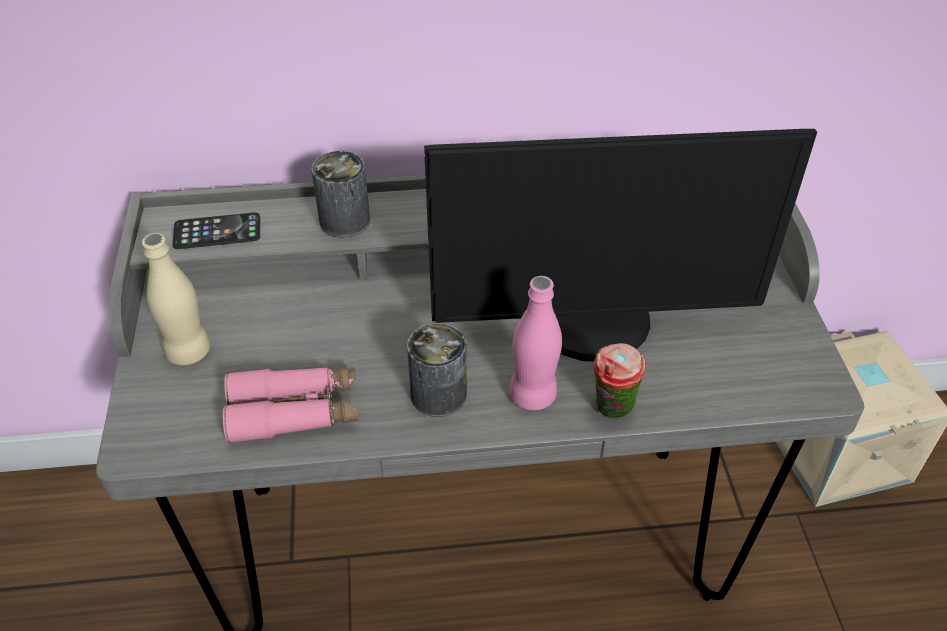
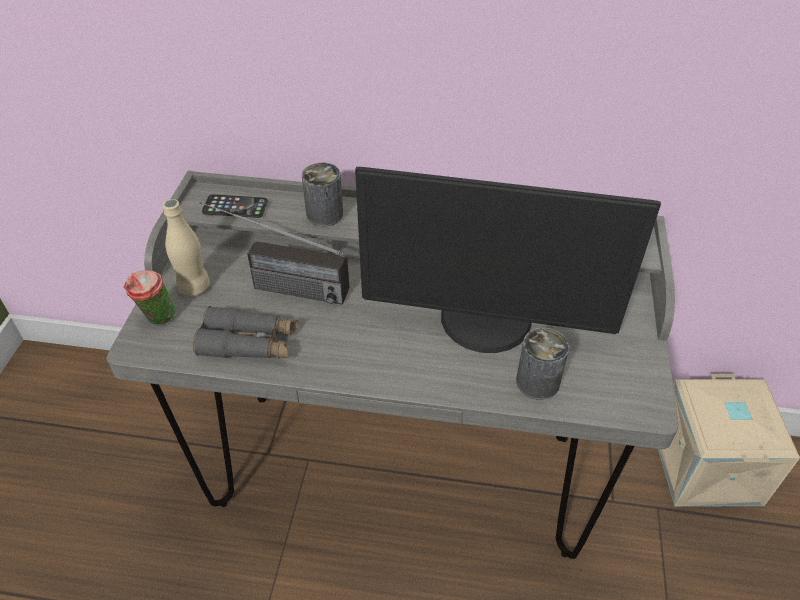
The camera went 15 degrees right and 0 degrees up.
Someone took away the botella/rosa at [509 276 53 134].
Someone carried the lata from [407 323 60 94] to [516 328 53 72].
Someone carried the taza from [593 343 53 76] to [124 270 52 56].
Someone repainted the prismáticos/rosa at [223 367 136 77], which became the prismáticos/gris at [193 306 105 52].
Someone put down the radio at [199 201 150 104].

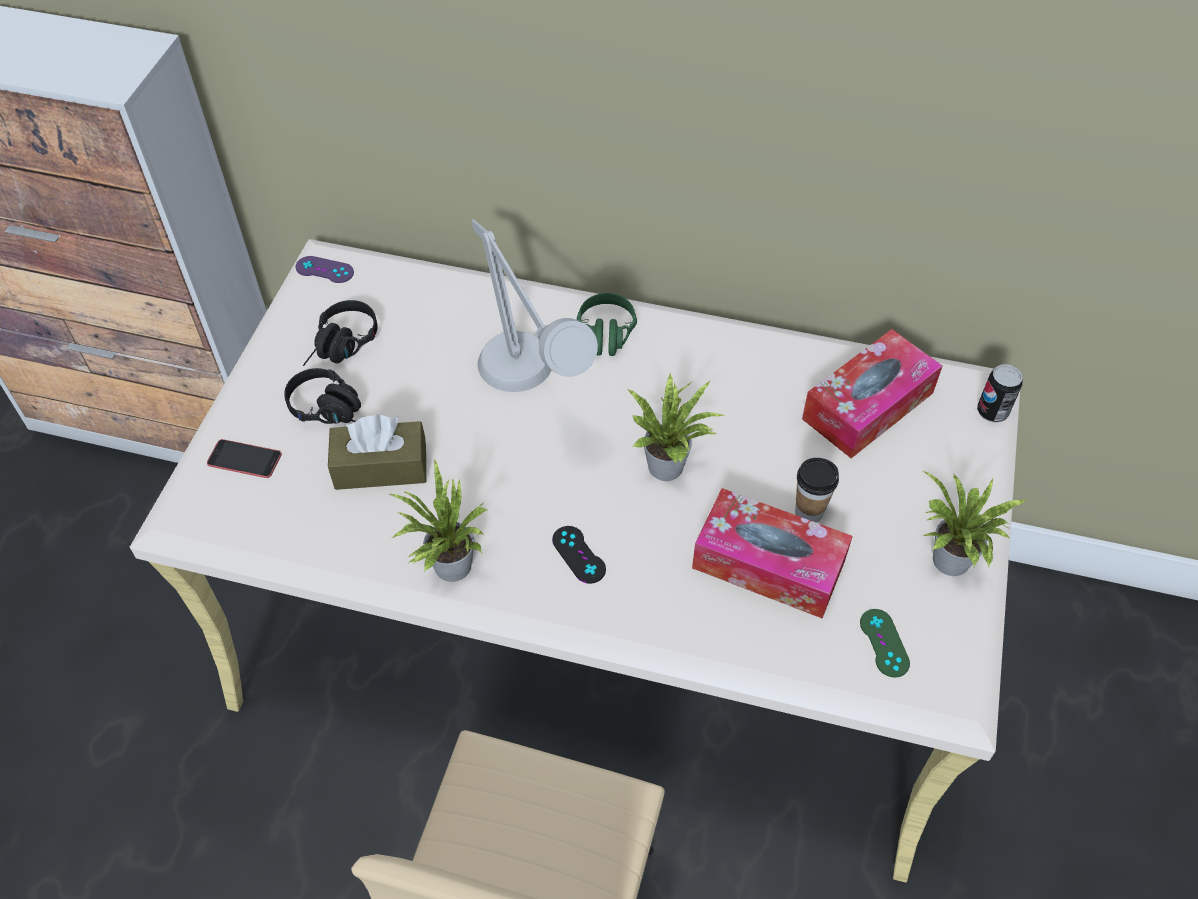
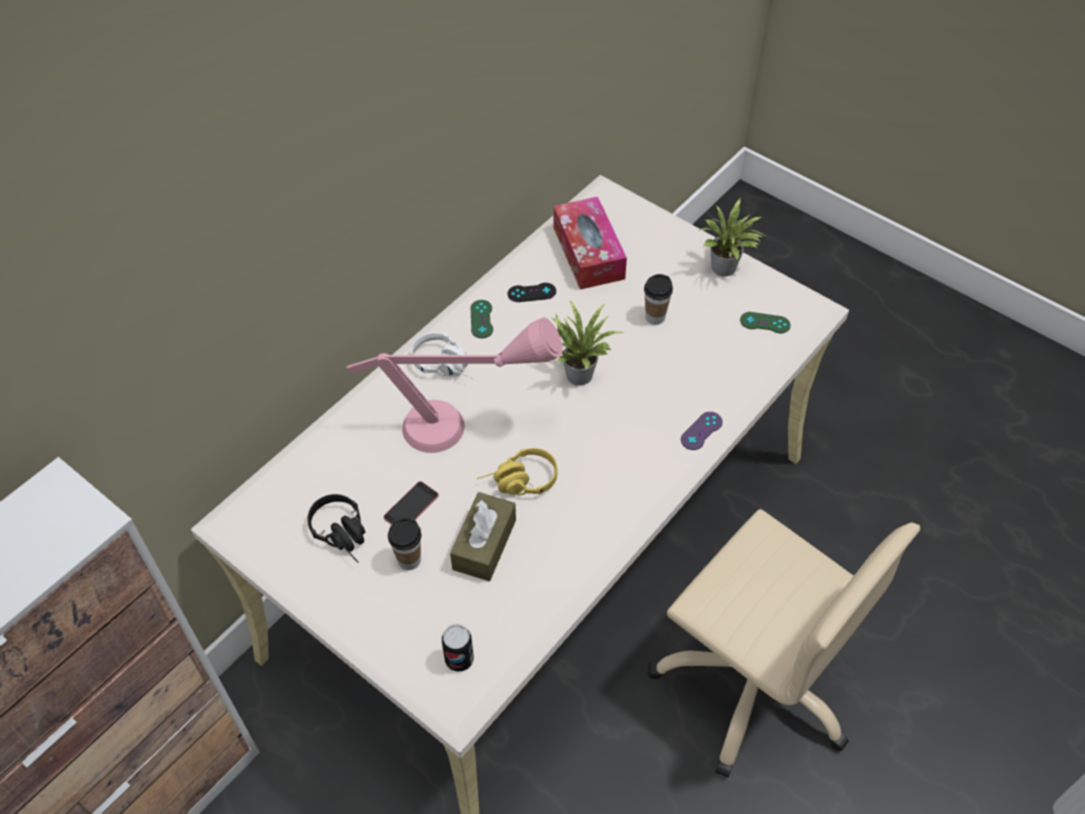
The camera went 65 degrees left and 0 degrees up.
Someone repainted the lámpara de mesa/gris at [471 219 127 173], which became the lámpara de mesa/rosa at [347 317 216 136].
Someone carried the mando de consola/morado from [295 256 59 27] to [681 412 42 38].
Someone repainted the auriculares/verde at [577 293 60 73], which became the auriculares/blanco at [411 333 63 46].
Someone carried the lata from [977 364 46 58] to [442 624 32 48].
Someone swapped the auriculares/negro at [284 368 77 56] for the taza at [388 518 33 52].
Someone carried the móvil from [207 439 75 39] to [384 481 55 44].
Someone took away the planta en maceta at [388 460 101 122].
Someone took away the caja de pañuelos at [692 488 161 130].
Someone carried the mando de consola/negro from [552 526 54 58] to [508 283 48 19].
Someone put down the mando de consola/verde at [470 300 23 38].
Someone put down the auriculares/amarillo at [477 448 81 47].

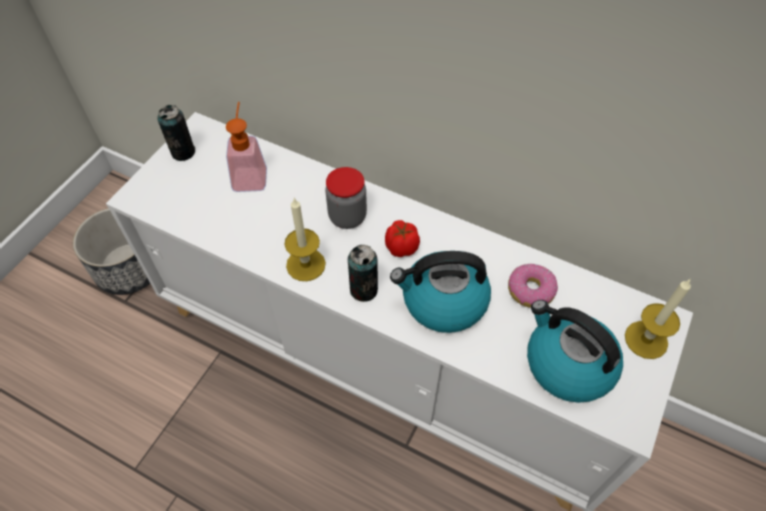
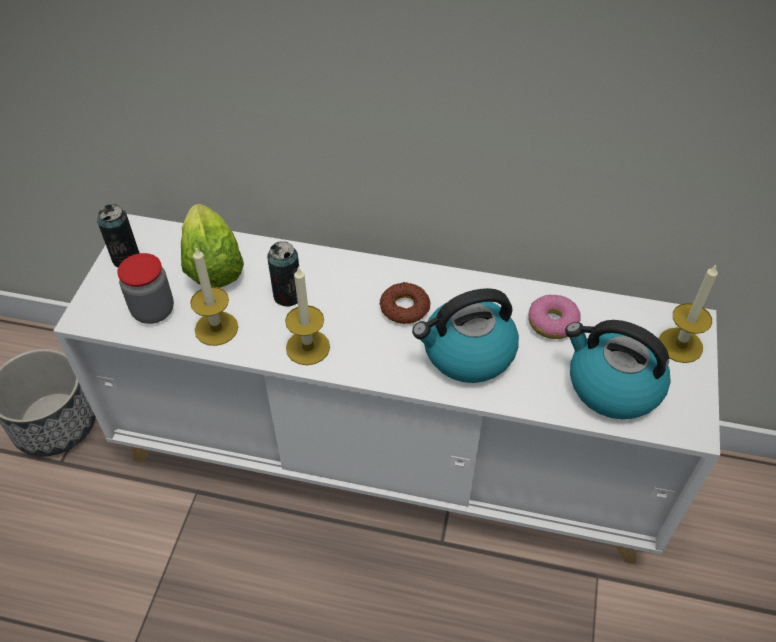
The camera went 15 degrees left and 5 degrees down.
Someone swapped the dispensador de jabón at [226 102 41 90] for the lechuga at [181 204 63 84].
Someone carried the tarro from [325 167 42 62] to [117 253 57 71].
Someone swapped the tomate at [385 220 35 37] for the rosquilla at [379 282 51 42].
Someone carried the lata from [348 245 30 57] to [267 241 32 65].
Someone put down the vela at [190 247 48 99].

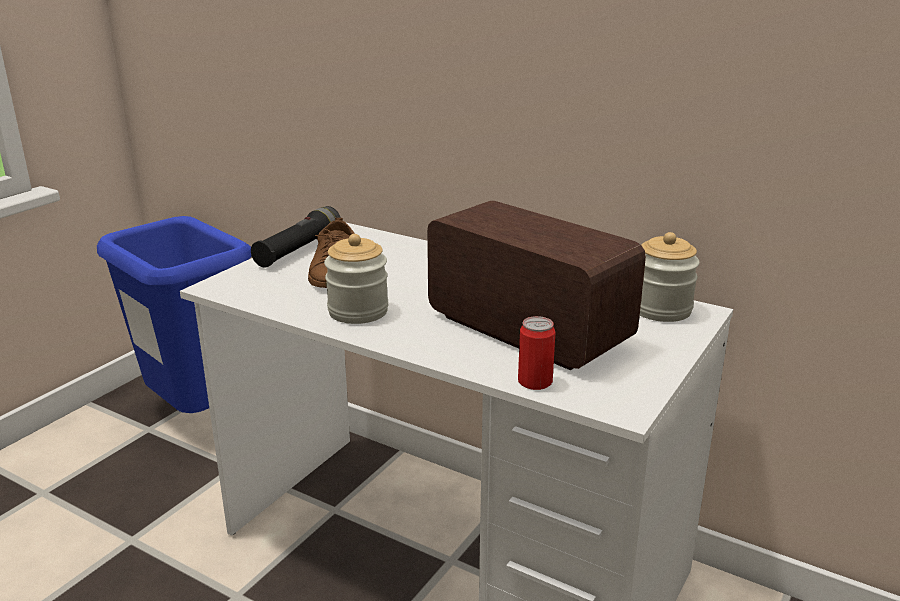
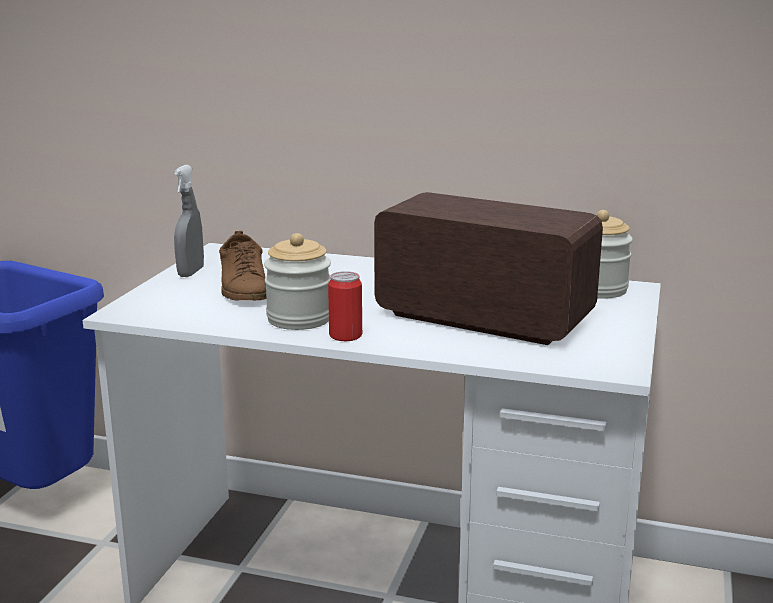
The camera went 15 degrees left and 5 degrees down.
Someone swapped the linterna/negro at [251 206 90 62] for the pulverizador/gris at [174 165 30 112].
Someone carried the lata from [518 316 37 74] to [328 271 34 70].

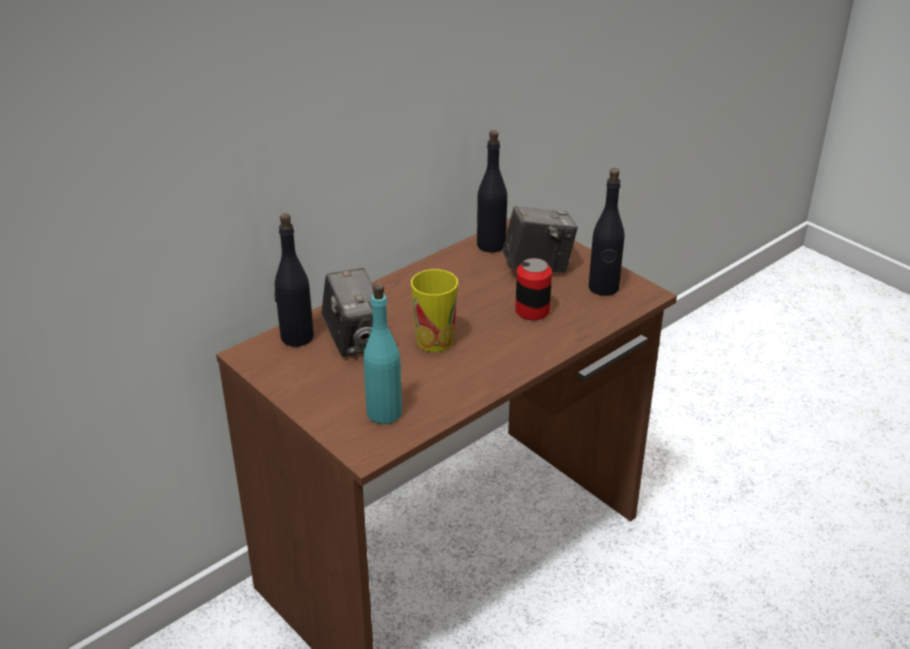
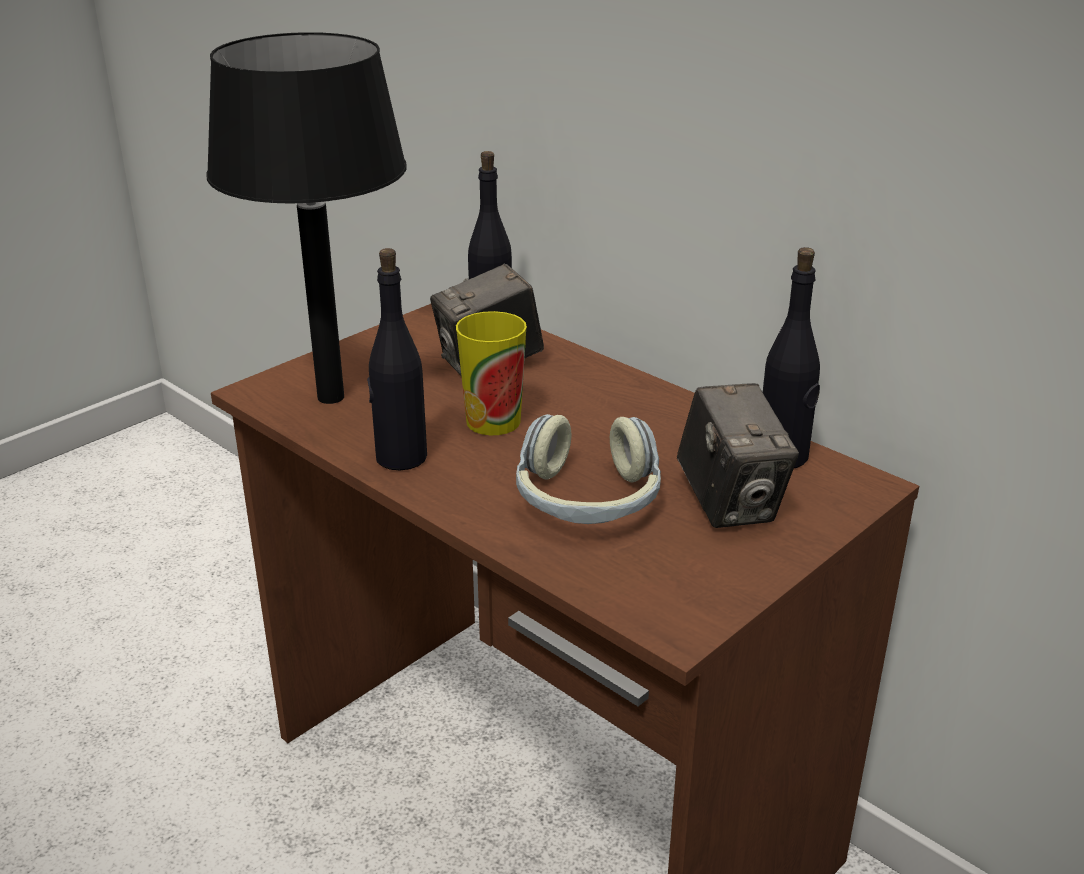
The camera went 85 degrees right and 5 degrees down.
Someone carried the botella/negro from [589 168 35 128] to [367 248 60 222].
Someone swapped the lata at [515 258 37 62] for the auriculares at [516 414 145 110].
Someone swapped the botella/turquesa at [363 283 39 141] for the lámpara de mesa/negro at [206 32 201 372].

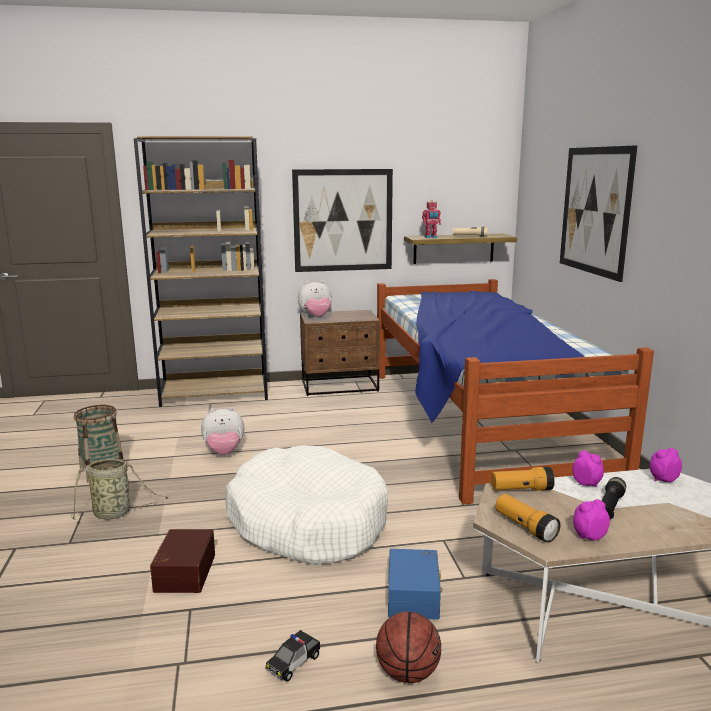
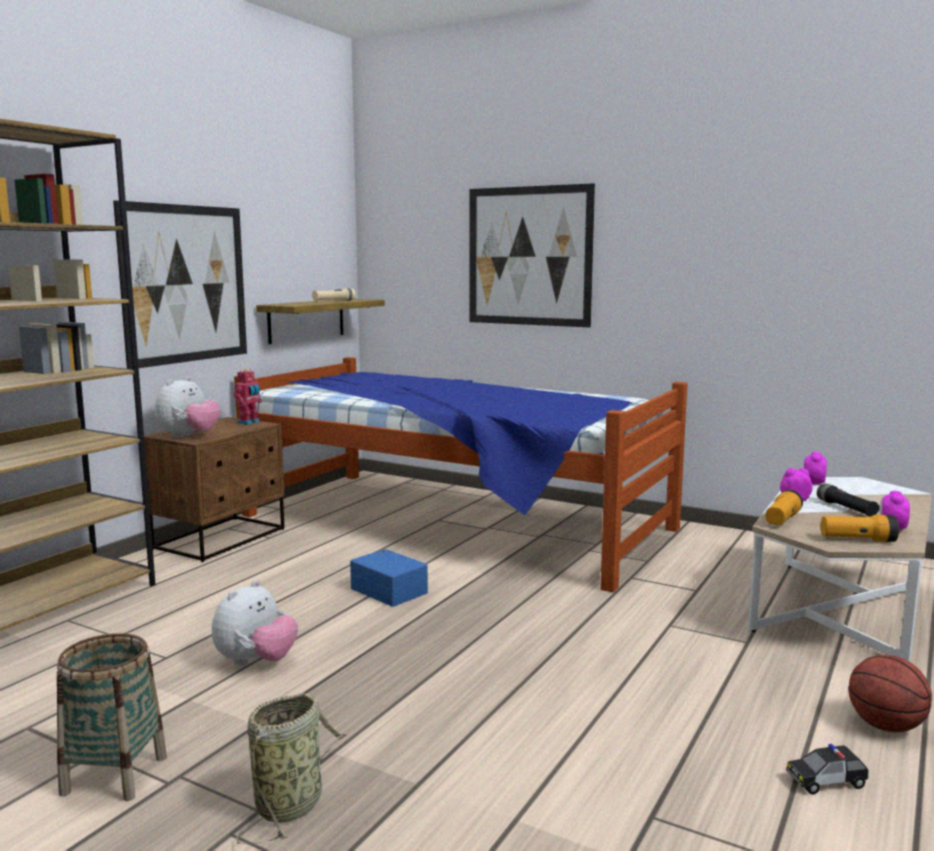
The camera went 50 degrees left and 5 degrees down.
Someone carried the robot de juguete from [422 200 19 38] to [234 369 28 56].
Someone took away the cama para perro/blanco at [225 446 164 119].
Someone took away the caja de almacenaje/marrón at [150 529 65 64].
Someone carried the caja de almacenaje/azul from [388 549 55 71] to [350 549 78 58].
Someone rotated the coche de juguete at [266 630 54 52] by 90 degrees clockwise.

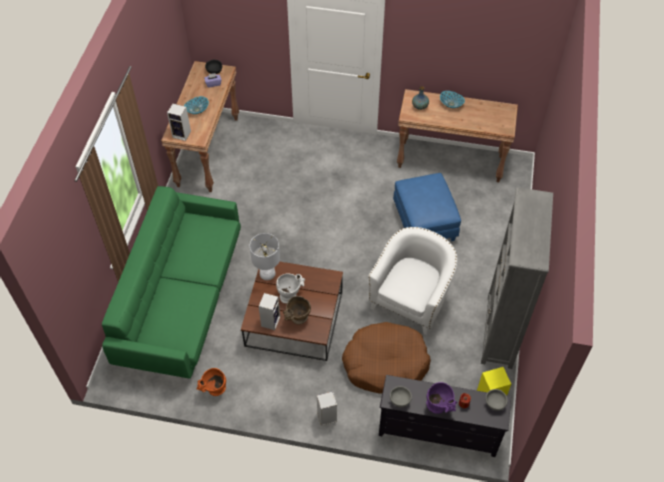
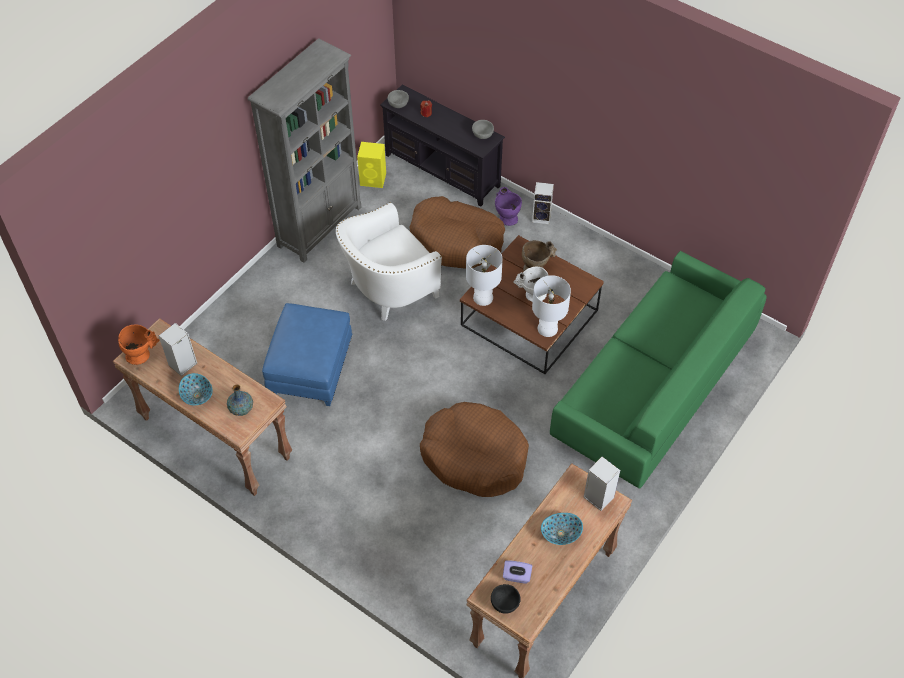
The camera went 155 degrees left and 0 degrees up.
Someone carried the altavoz from [259 293 21 37] to [159 323 38 53].
Someone carried the florero/naranja from [197 368 29 28] to [118 325 42 40].
Someone carried the florero/morado from [426 382 31 32] to [495 187 27 39].
Someone put down the lámpara de mesa/blanco at [466 245 37 61].
Someone put down the cama para perro/marrón at [420 402 109 95].

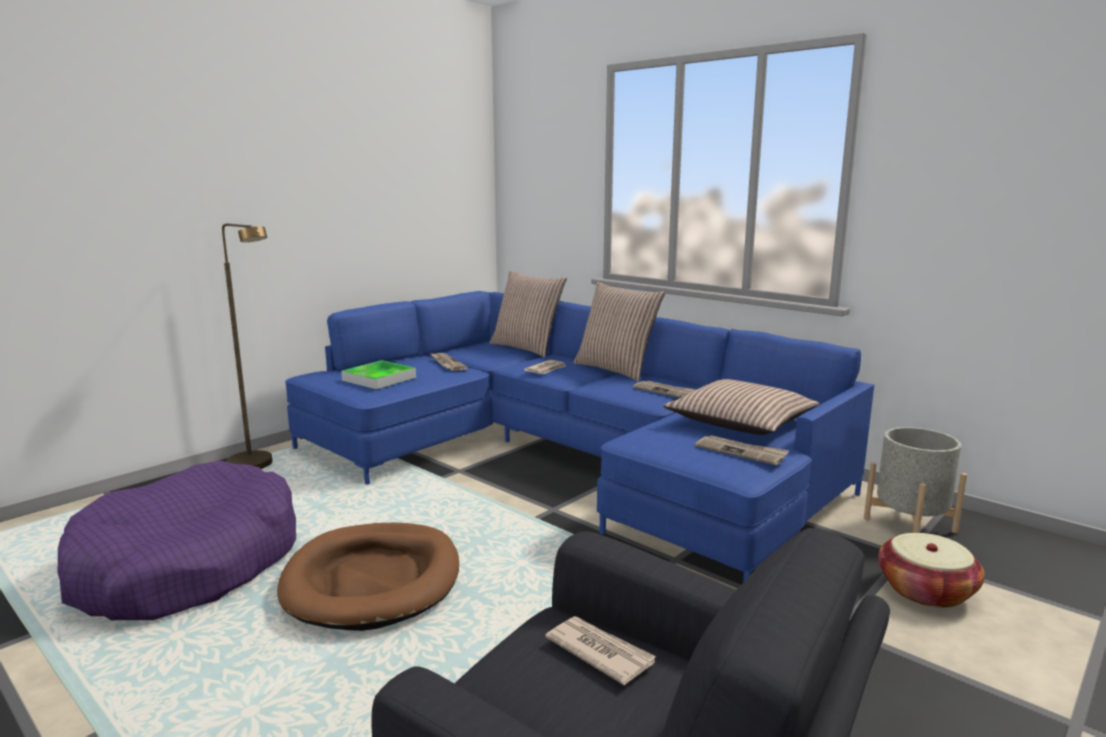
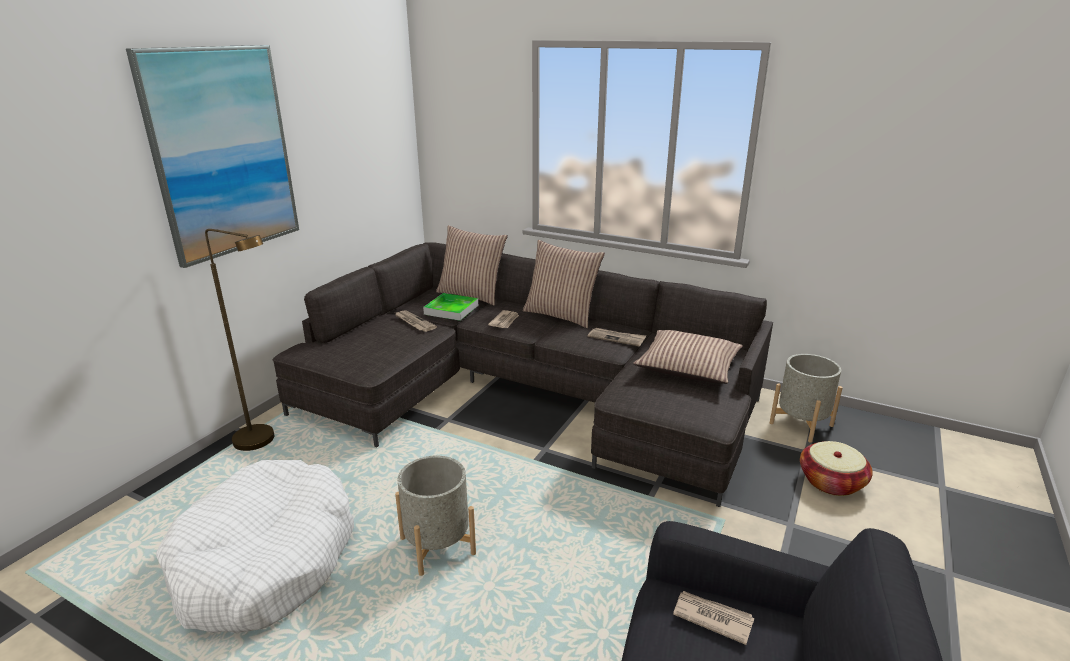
The camera went 15 degrees left and 10 degrees up.
Someone repainted the sofá/azul at [285 291 589 291], which became the sofá/gris at [273 242 500 265].
Someone carried the bandeja from [341 360 75 29] to [423 293 55 28].
Someone took away the periódico at [695 435 95 30].
Someone repainted the cama para perro/morado at [58 461 238 159], which became the cama para perro/blanco at [156 460 198 174].
Someone swapped the cama para perro/marrón at [277 523 182 108] for the maceta/gris at [395 456 81 120].
Someone put up the cuadro at [126 45 173 223].

